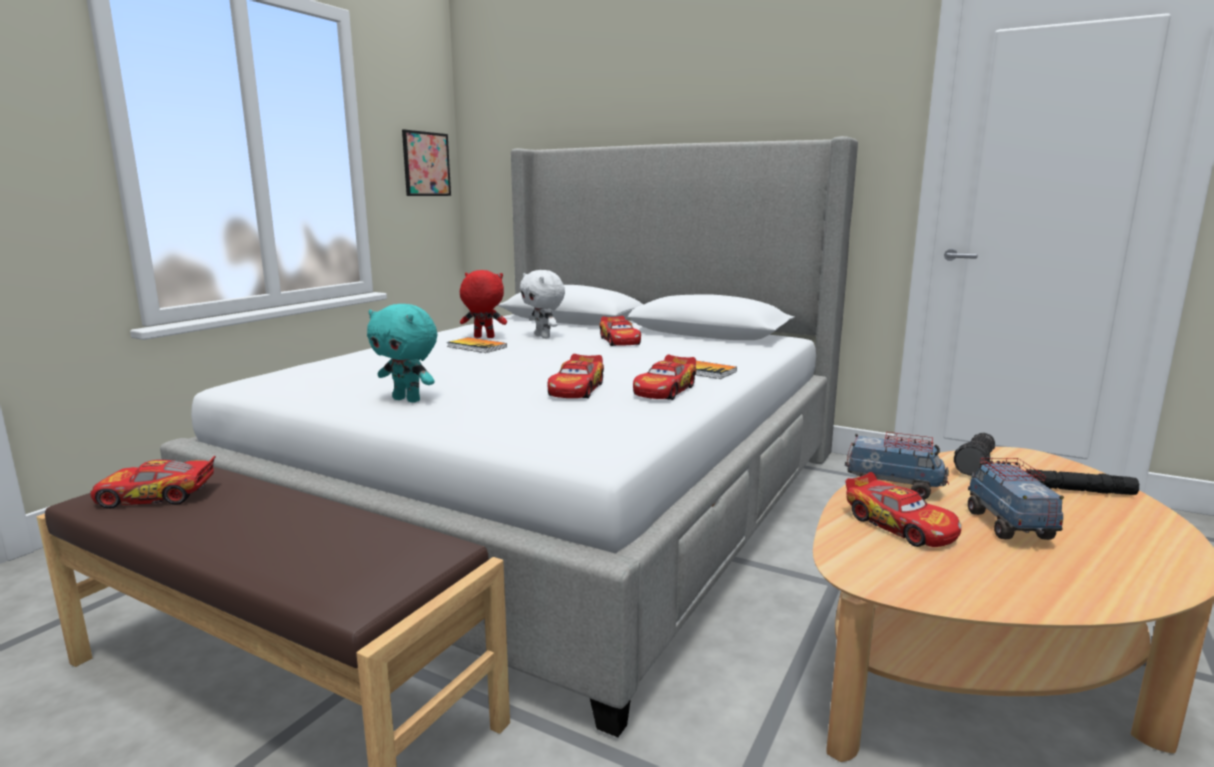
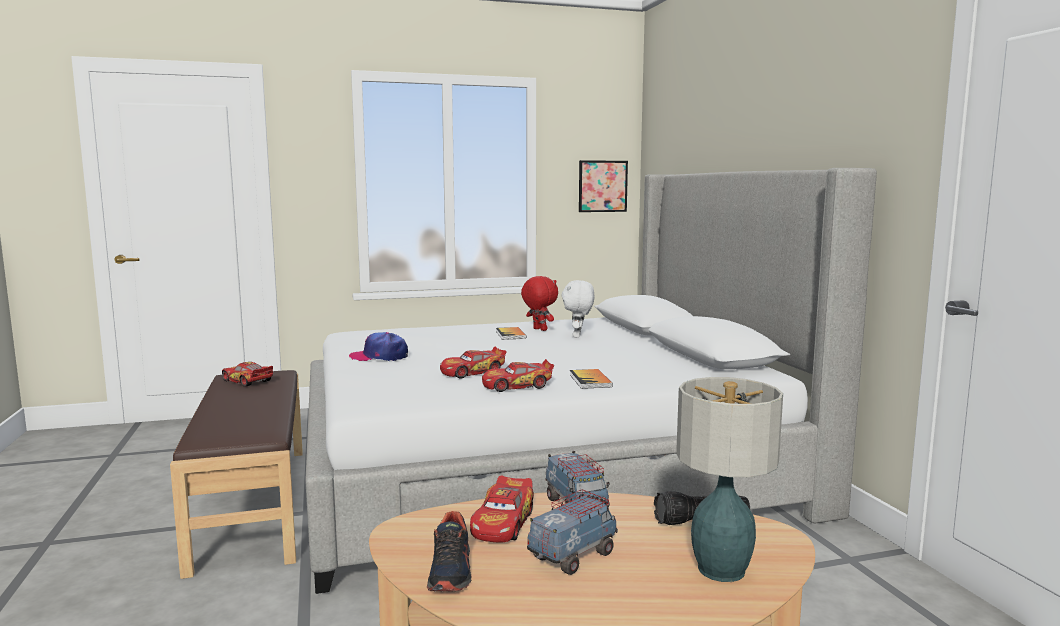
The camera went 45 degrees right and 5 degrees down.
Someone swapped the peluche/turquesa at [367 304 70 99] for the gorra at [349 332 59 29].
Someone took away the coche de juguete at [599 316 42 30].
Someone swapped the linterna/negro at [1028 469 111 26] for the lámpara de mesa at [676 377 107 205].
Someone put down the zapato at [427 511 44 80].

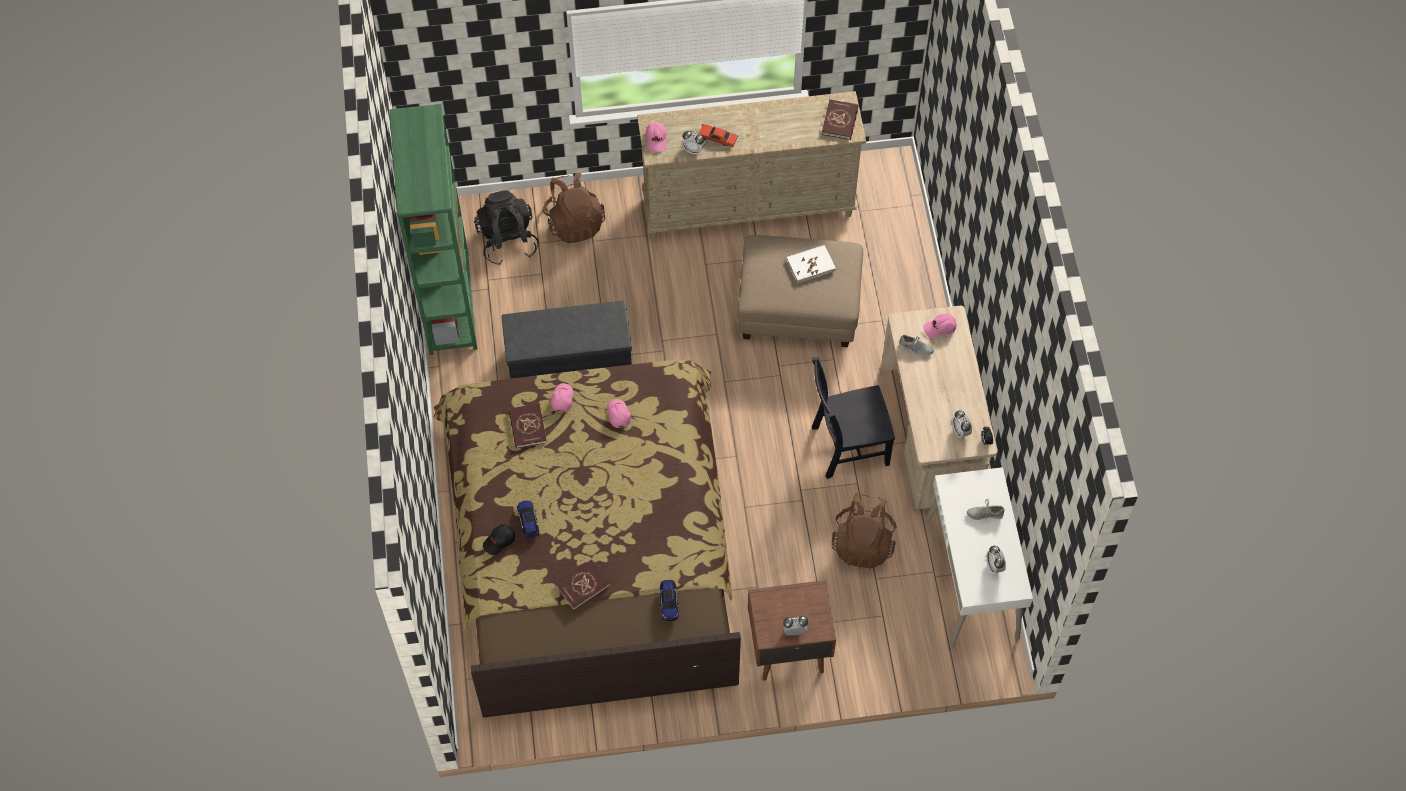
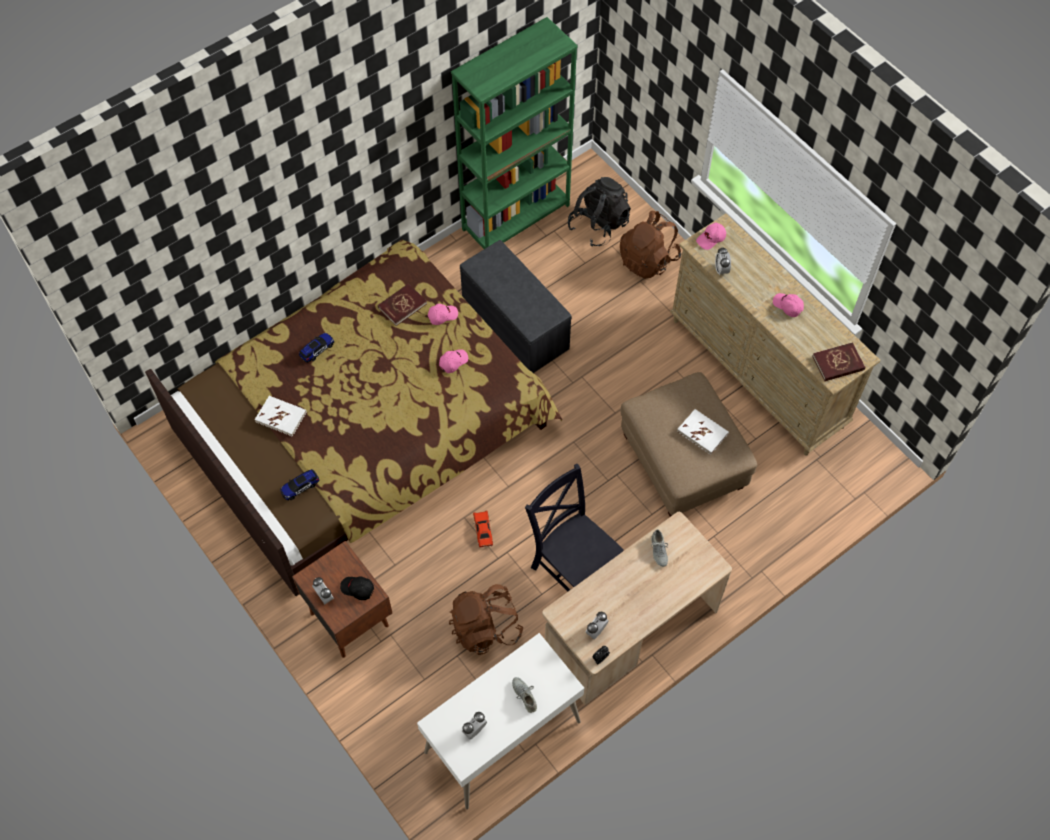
The camera went 60 degrees right and 0 degrees up.
Someone carried the coche de juguete/rojo from [698 124 40 23] to [473 511 20 37].
Someone carried the gorra/rosa from [923 313 33 25] to [773 293 31 24].
Someone carried the gorra/negro from [483 524 32 31] to [340 576 34 24].
Someone repainted the libro/rojo at [555 559 56 51], which became the libro/blanco at [255 396 52 41].

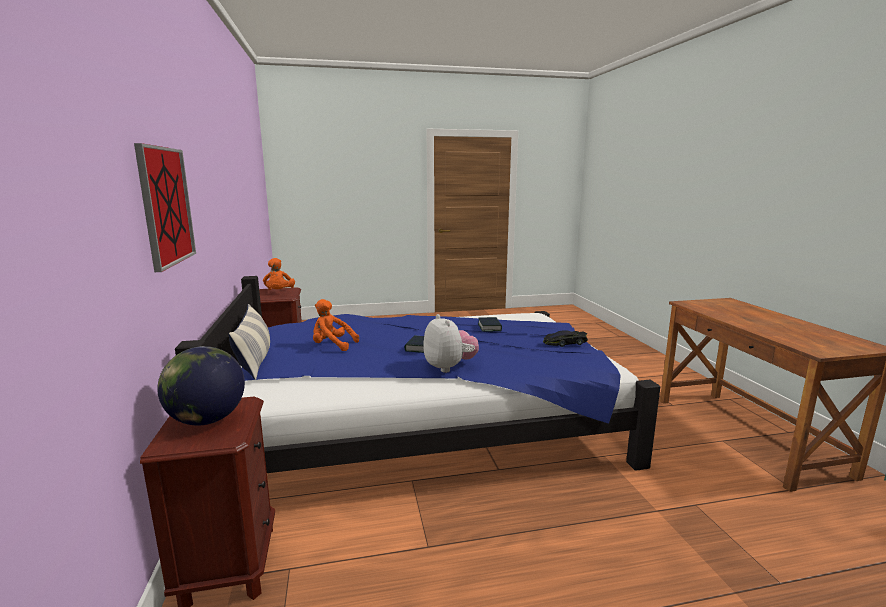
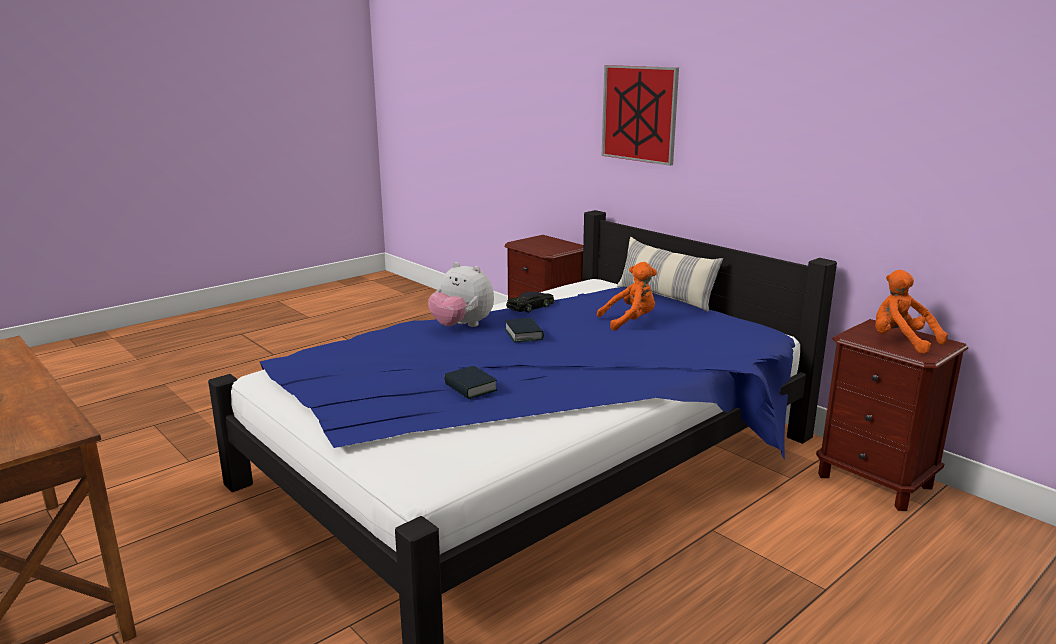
The camera went 150 degrees right and 5 degrees up.
Someone carried the coche de juguete/negro from [543 330 45 17] to [506 292 48 21].
Someone took away the globo terráqueo at [157 346 88 79].

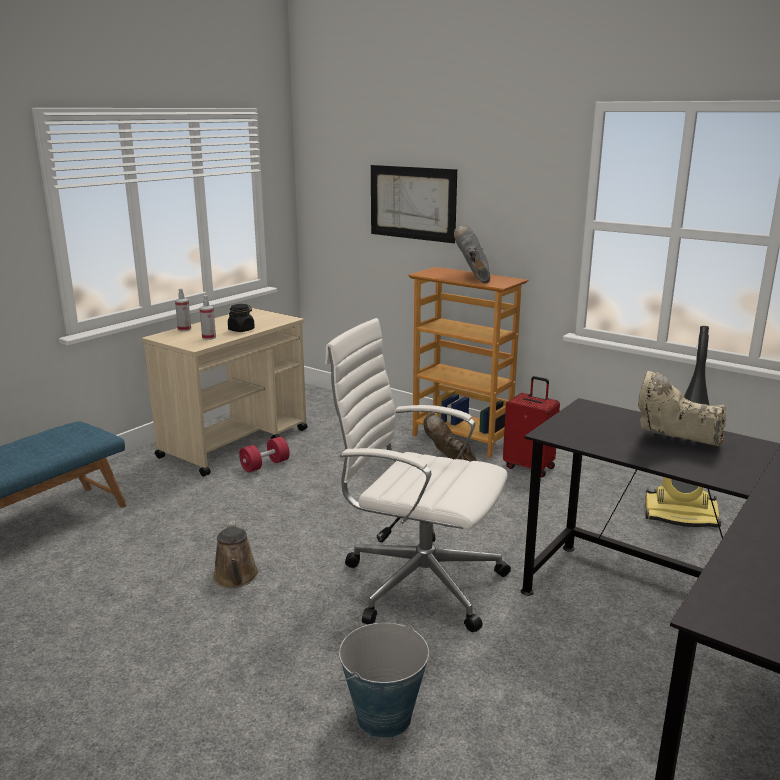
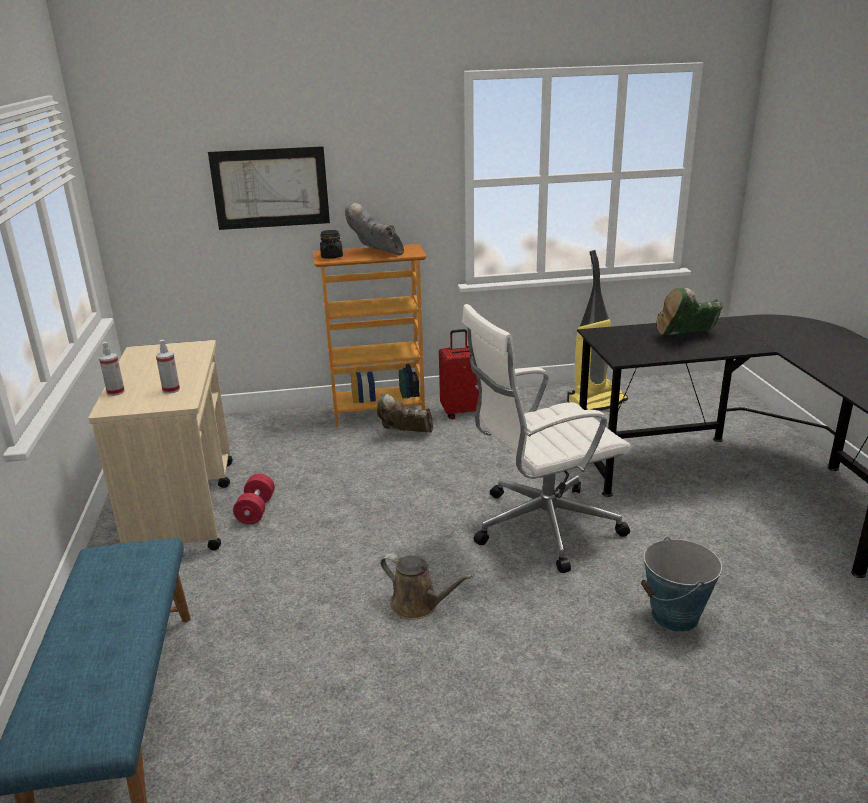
The camera went 45 degrees left and 5 degrees up.
Someone carried the tarro/negro from [228 304 27 28] to [320 230 23 29].
Someone repainted the bota/beis at [638 371 88 76], which became the bota/verde at [657 288 66 47].

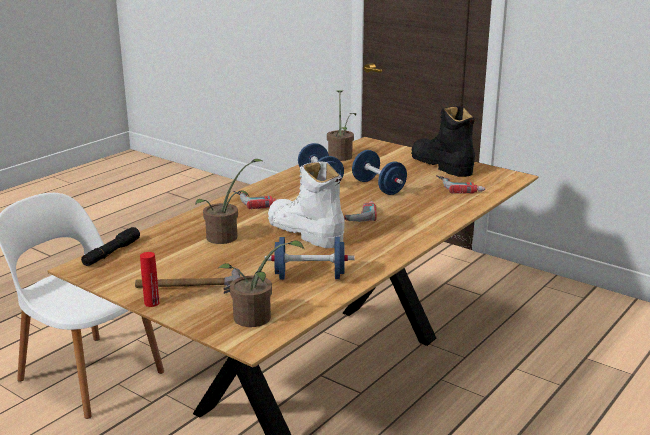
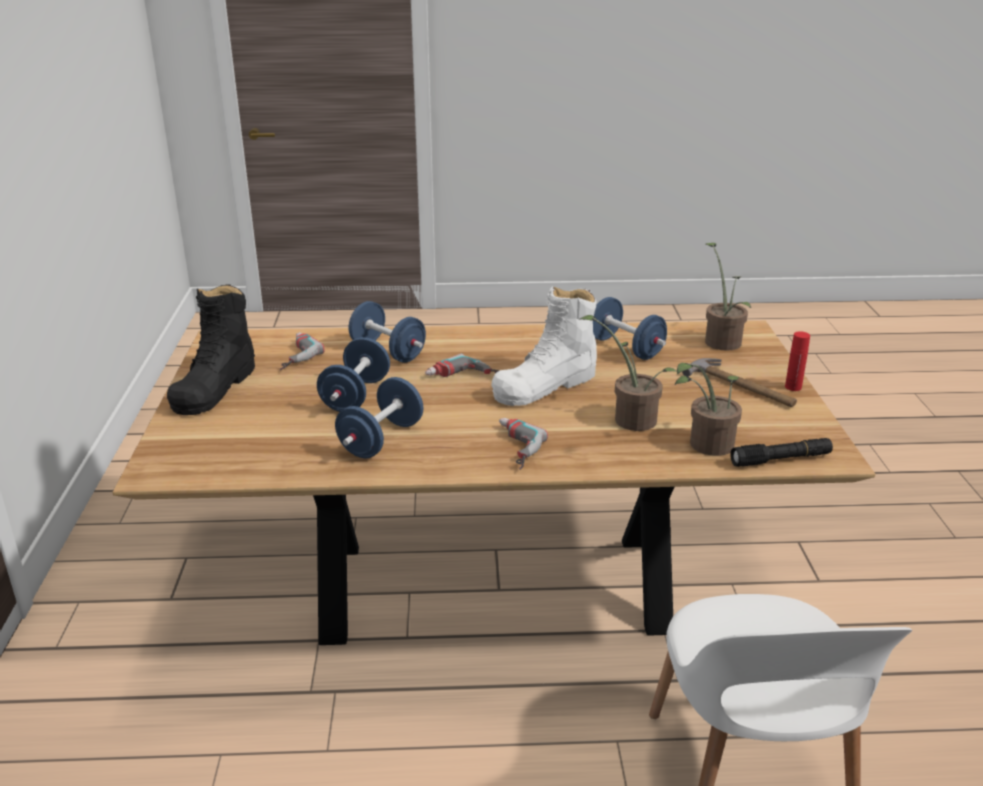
The camera went 130 degrees left and 5 degrees up.
Someone carried the planta en maceta from [327 90 29 71] to [675 363 67 93].
Someone rotated the bota/blanco at [268 161 76 87] by 45 degrees clockwise.
Someone put down the mancuerna/azul at [349 301 77 62].

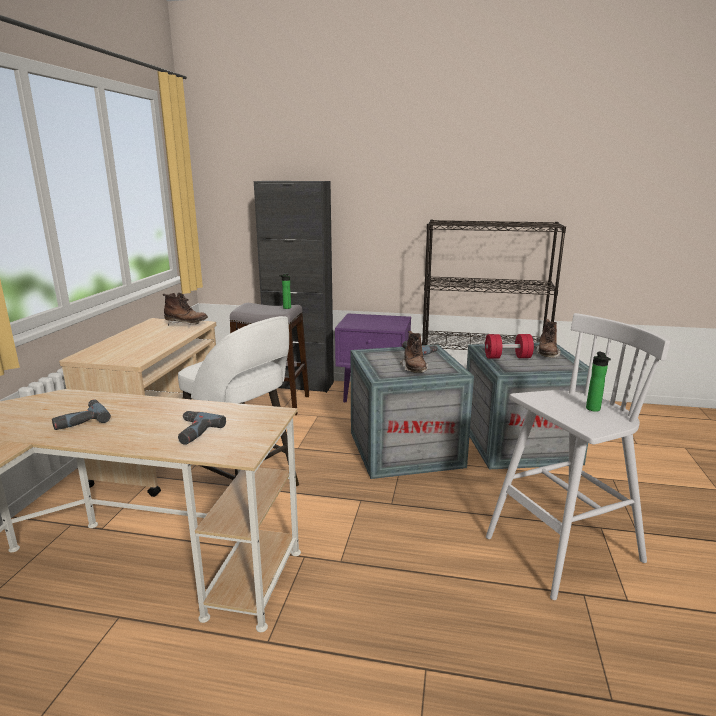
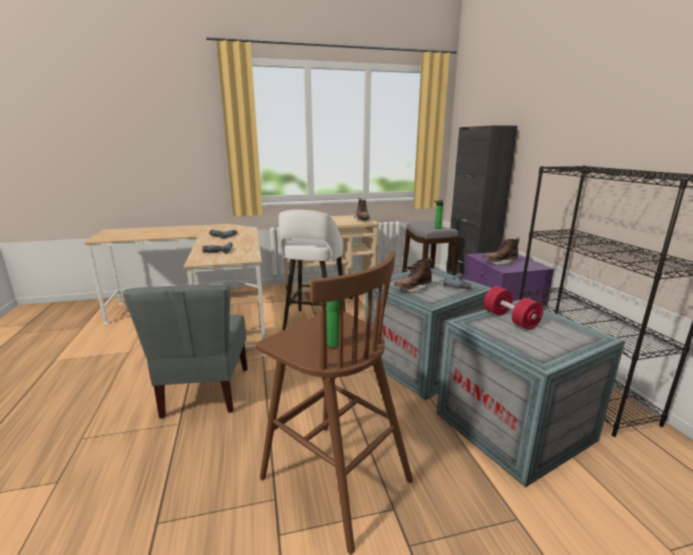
The camera went 65 degrees right and 0 degrees up.
Someone repainted the taburete/blanco at [486 313 184 287], which became the taburete/marrón at [256 251 157 303].
Someone carried the bota/marrón from [534 319 27 39] to [482 237 38 28].
Someone put down the silla/gris at [123 284 125 134].

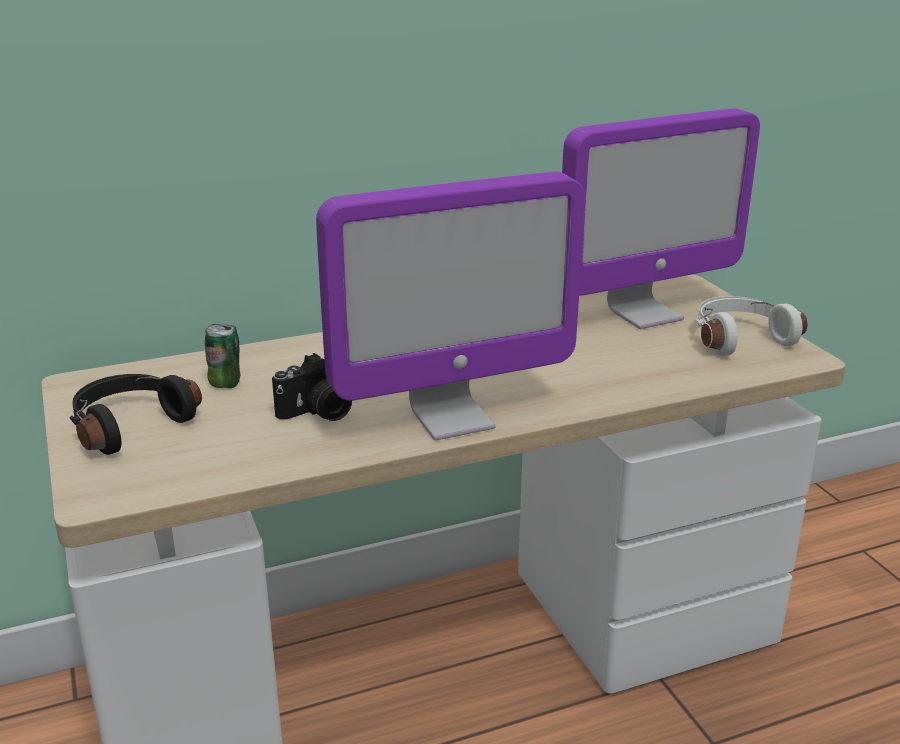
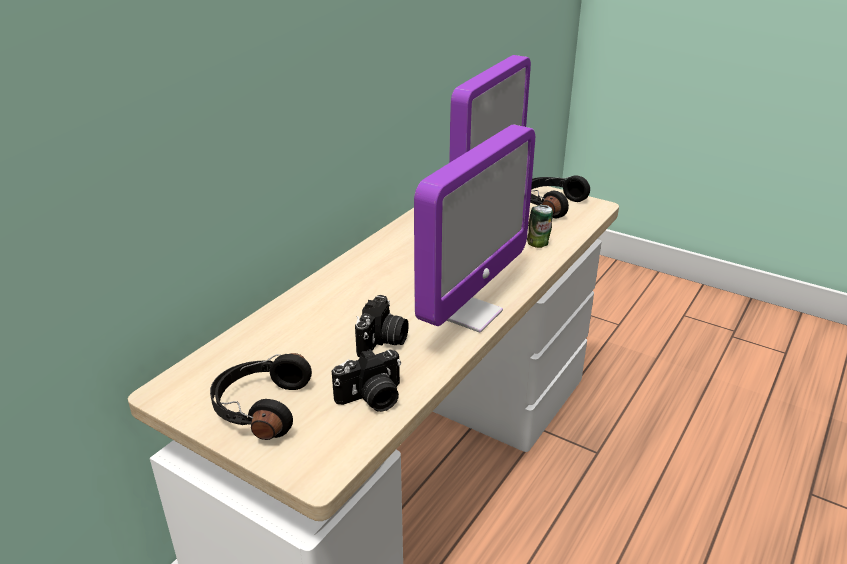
The camera went 35 degrees left and 5 degrees up.
Someone repainted the auriculares/blanco at [695 296 113 60], which became the auriculares/negro at [530 175 60 43].
Someone carried the lata from [205 324 35 64] to [527 205 26 43].
Someone put down the cámara at [332 349 69 63].

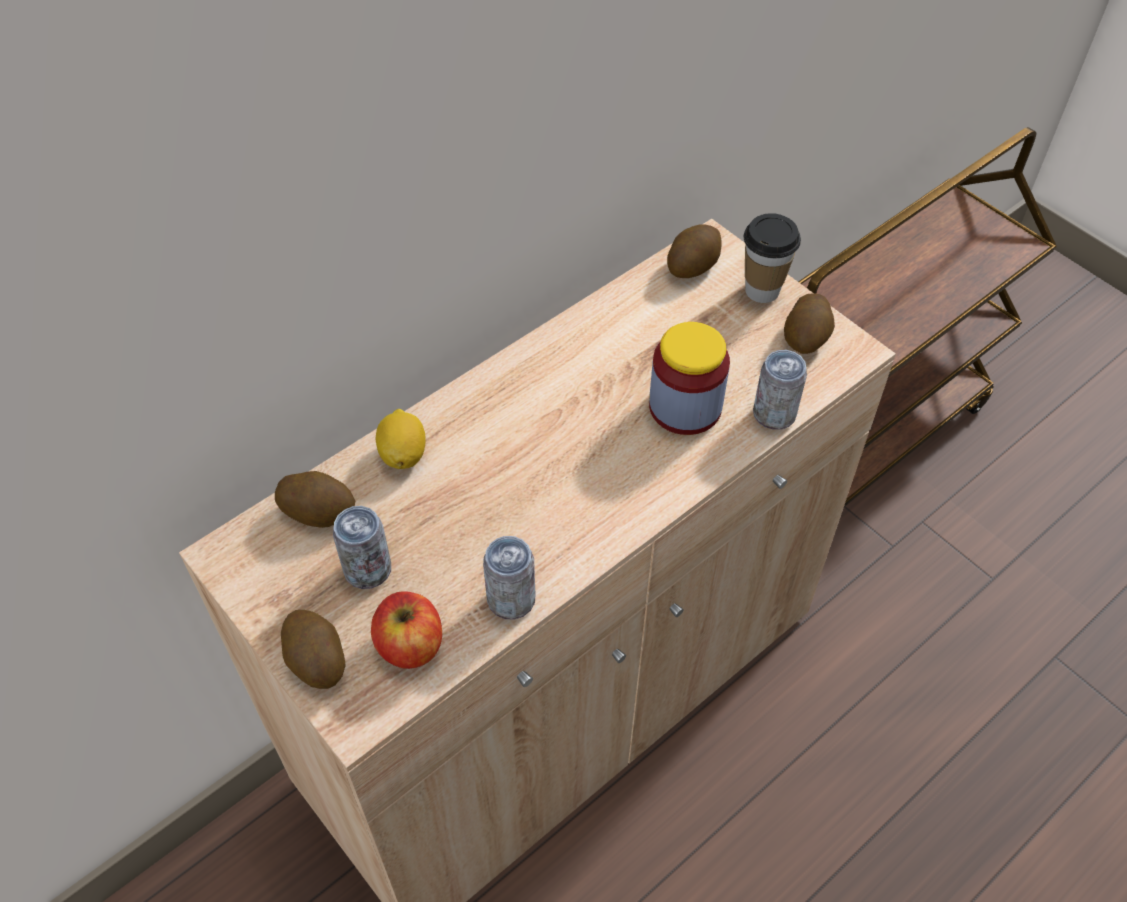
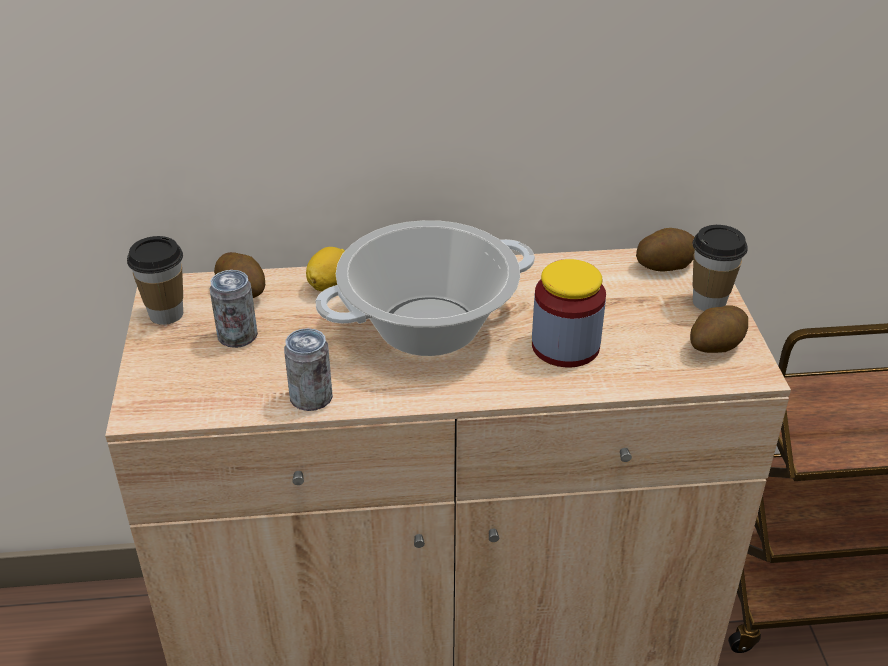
The camera went 35 degrees right and 15 degrees down.
Someone took away the lata at [753 350 54 80].
Someone took away the manzana at [371 591 71 78].
Someone took away the patata at [281 610 65 79].
Someone put down the olla at [315 220 220 136].
Someone put down the taza at [127 236 56 89].

